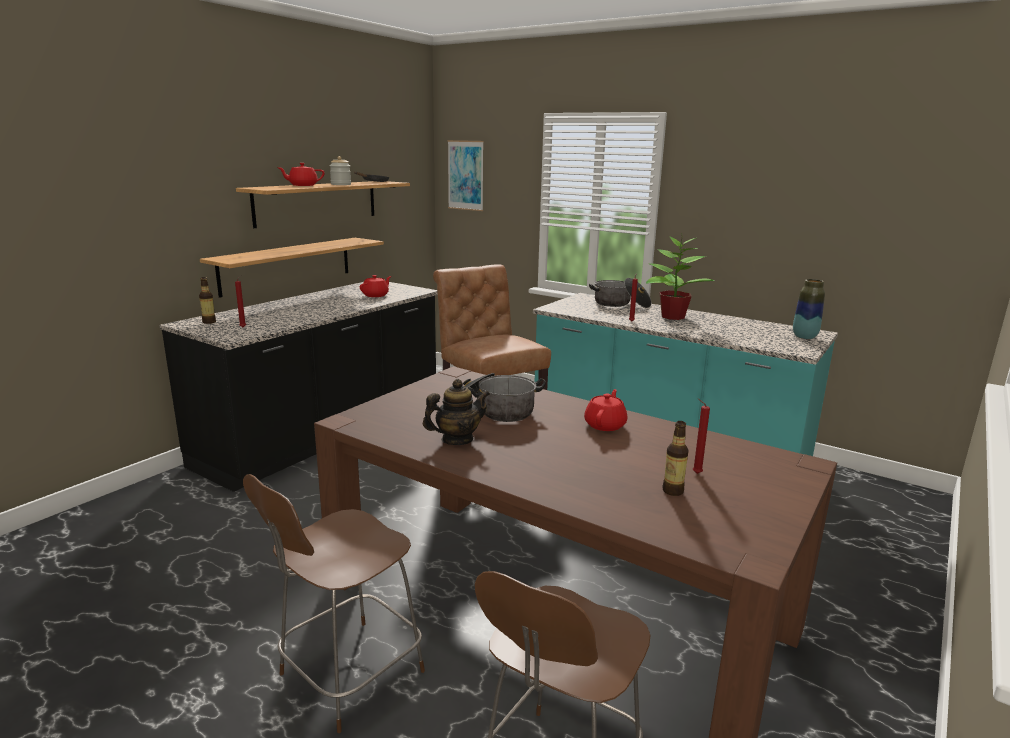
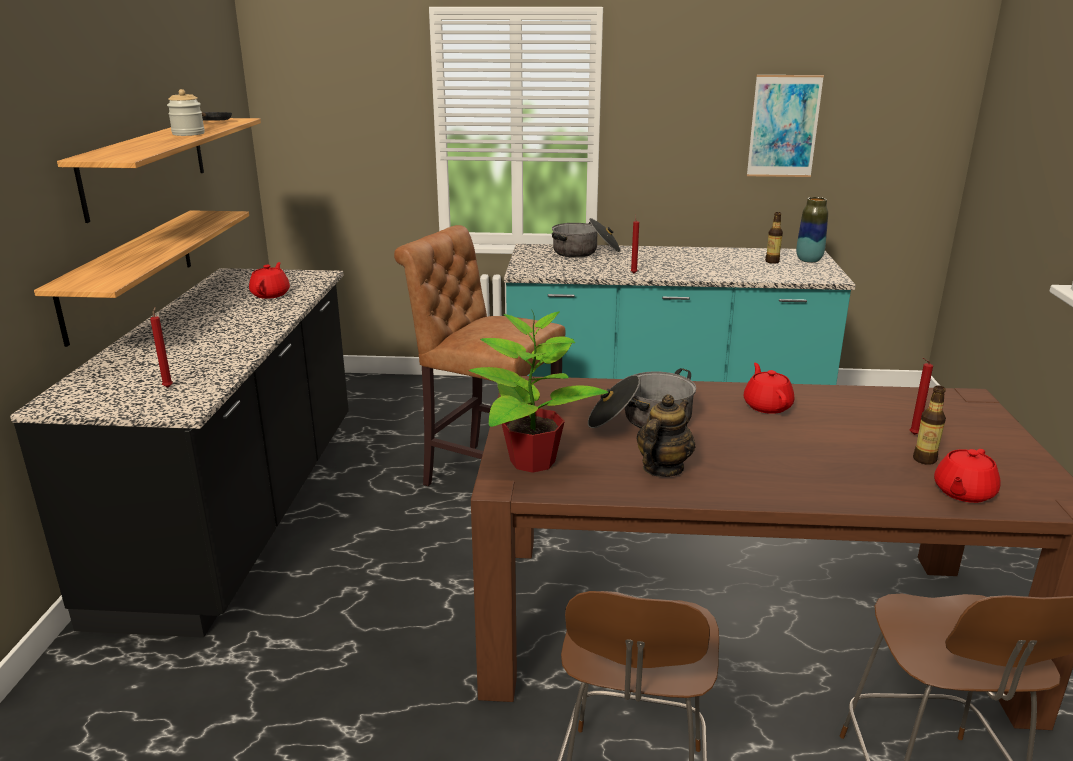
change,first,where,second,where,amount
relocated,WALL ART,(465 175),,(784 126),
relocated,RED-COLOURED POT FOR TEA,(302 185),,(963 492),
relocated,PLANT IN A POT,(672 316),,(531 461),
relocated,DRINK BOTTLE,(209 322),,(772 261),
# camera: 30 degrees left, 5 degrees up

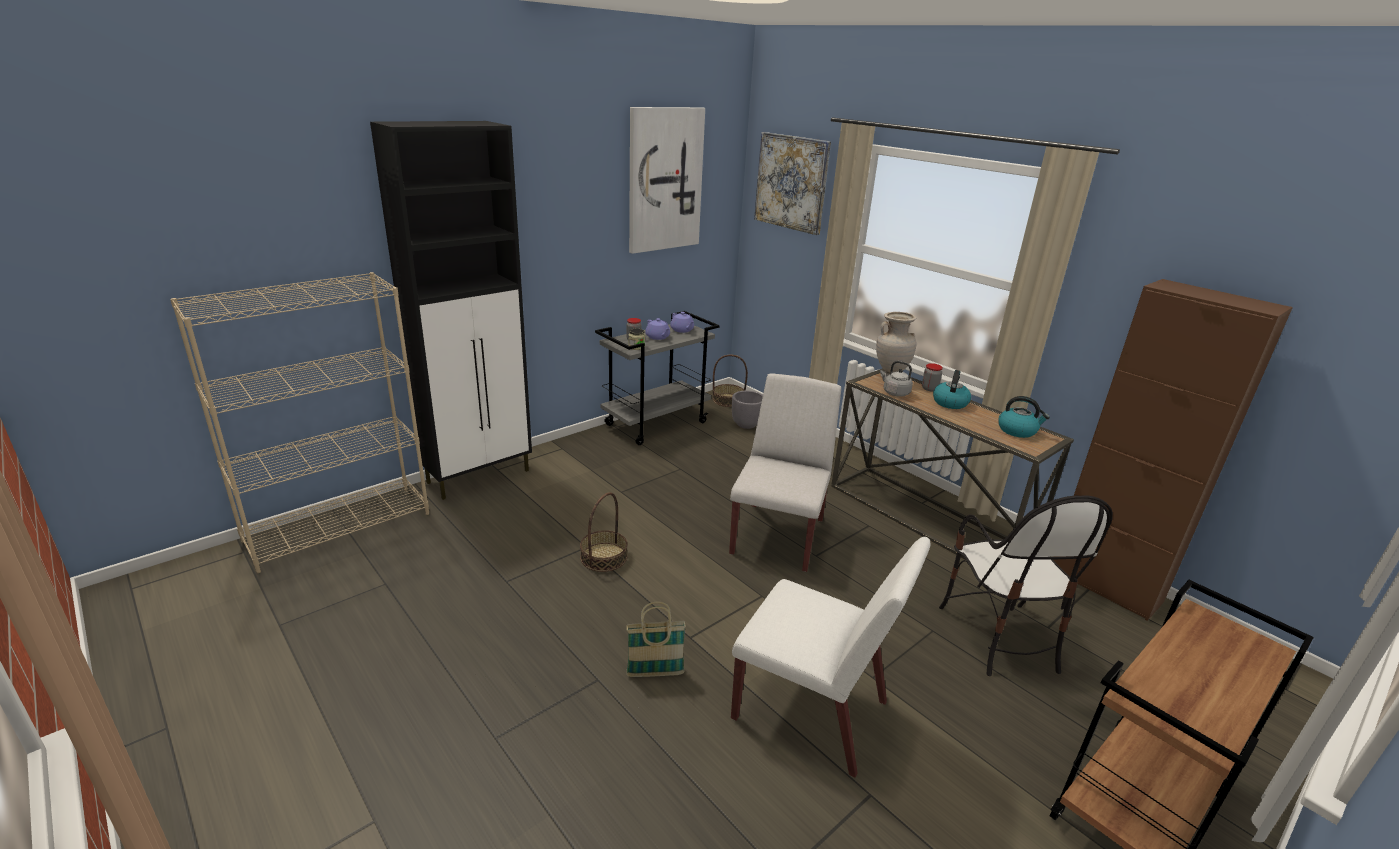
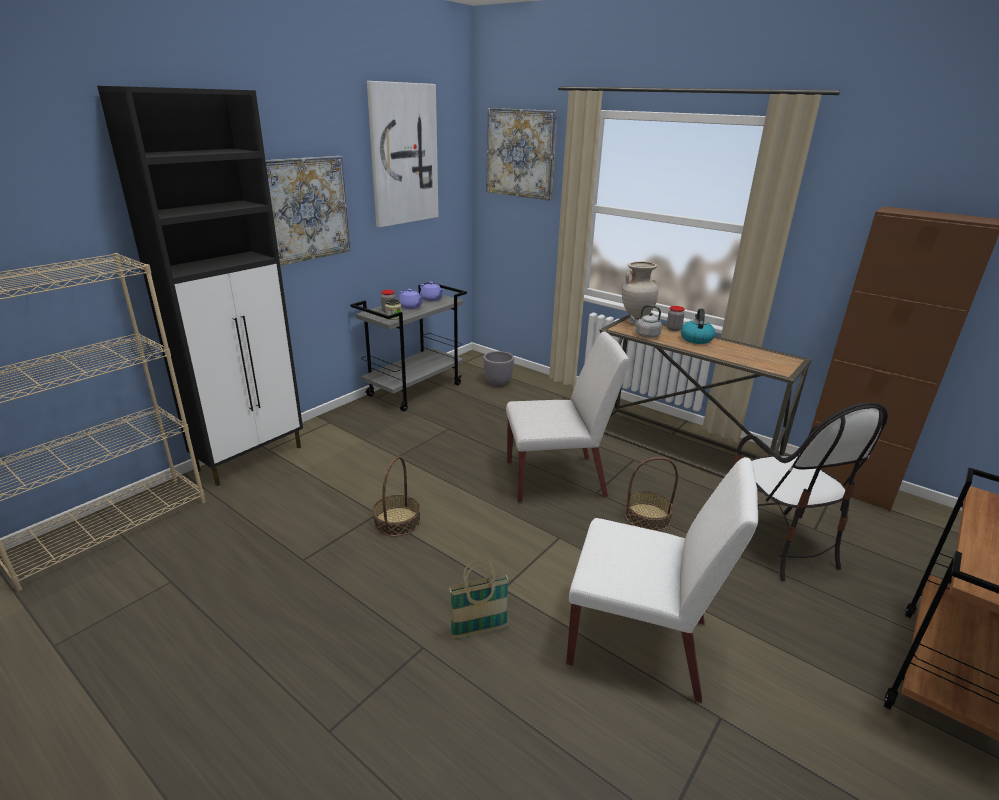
change,first,where,second,where,amount
relocated,BASKET,(728 400),,(647 517),
spun,WHITISH UPRIGHT CHAIR,(778 535),,(556 479),75 degrees clockwise
missing,TEA KETTLE,(1017 430),,,
appeared,,,WALL ART,(304 209),
# camera: 10 degrees left, 0 degrees up

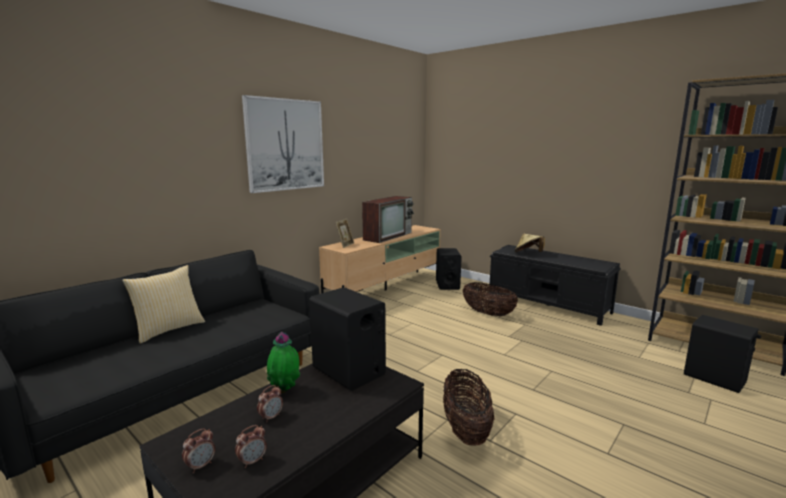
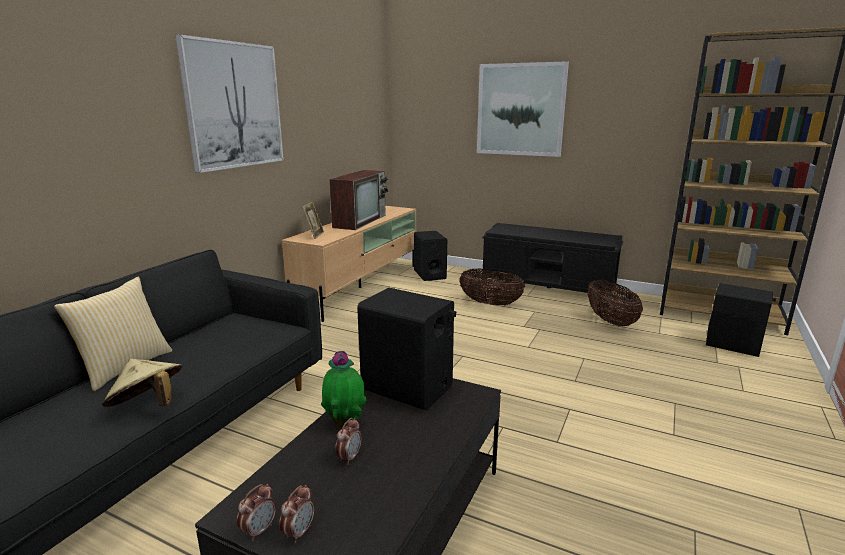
change,first,where,second,where,amount
relocated,BEIGE-COLOURED HAT,(528 254),,(148 406),
relocated,BASKET,(466 429),,(610 321),
relocated,ALARM CLOCK,(252 461),,(259 530),
appeared,,,WALL ART,(520 110),
# camera: 15 degrees left, 5 degrees up

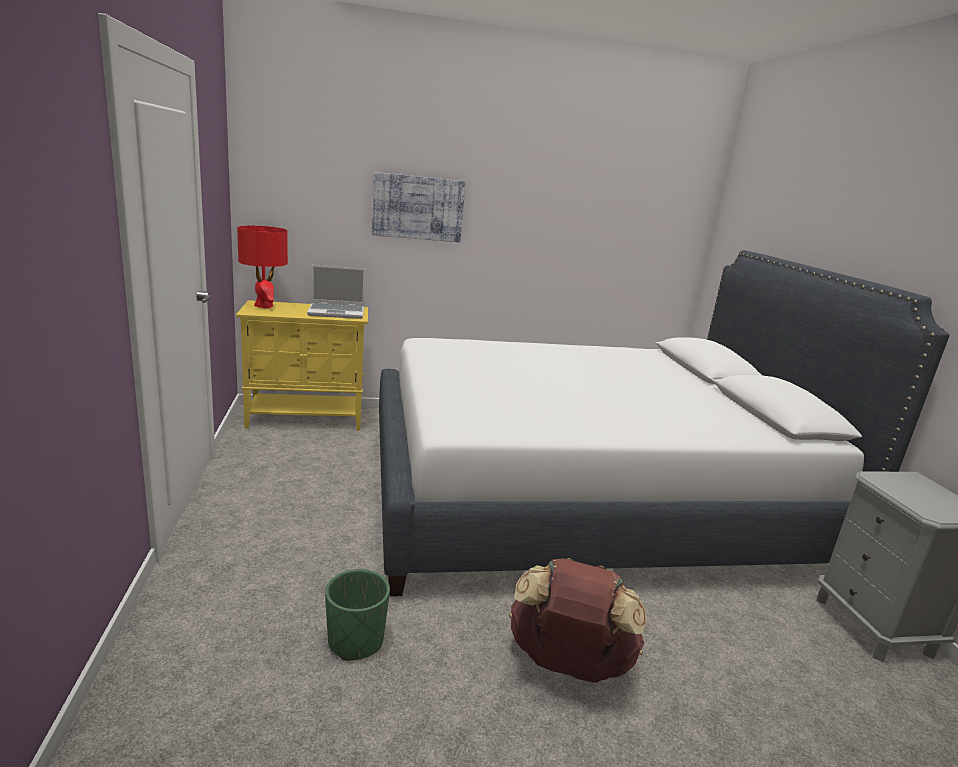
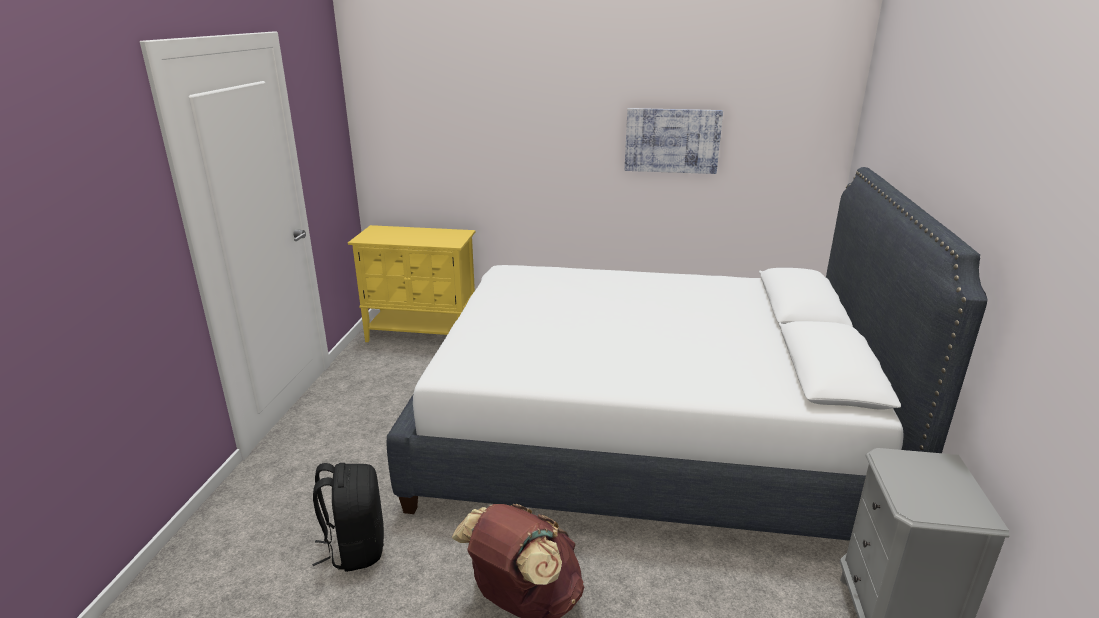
change,first,where,second,where,amount
relocated,WALL ART,(418 208),,(672 140),
missing,RED-COLOURED LAMP FOR A TABLE,(264 306),,,
missing,LAPTOP,(337 312),,,
exchanged,GREEN-COLOURED PLANT POT,(355 641),BLACK-COLOURED KNAPSACK,(355 548),
# camera: 20 degrees right, 5 degrees up

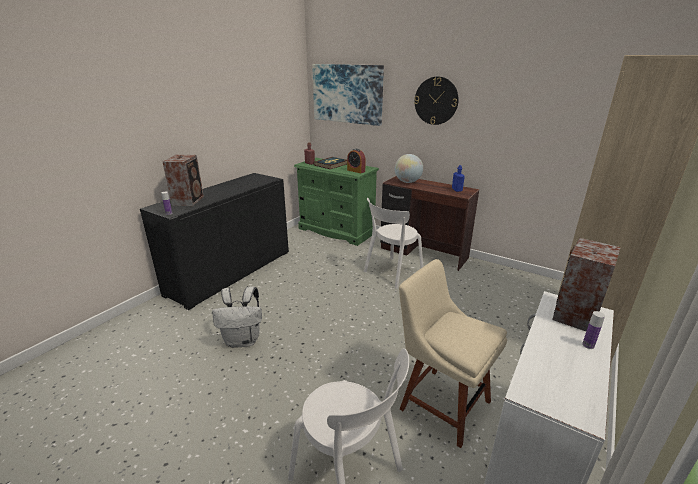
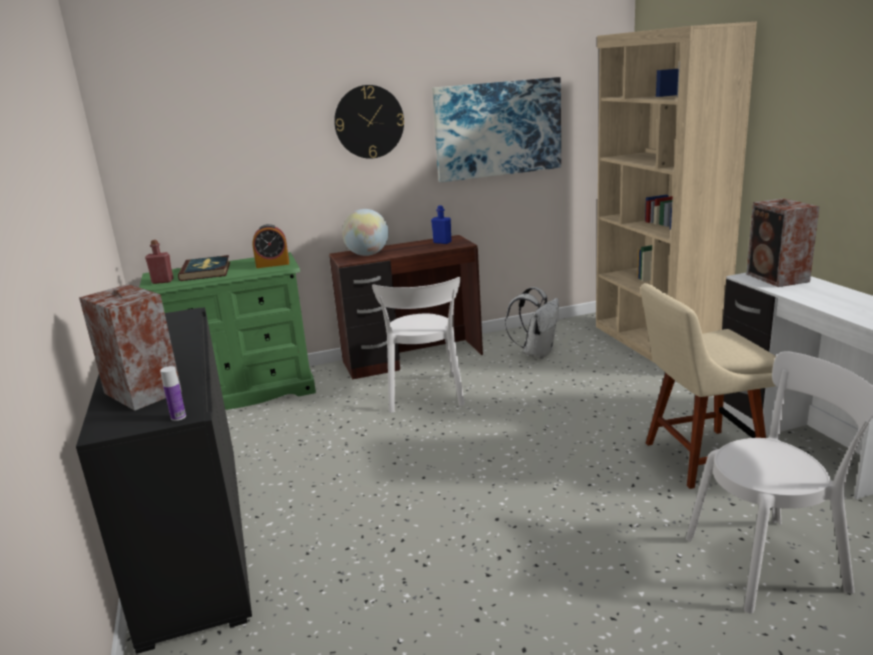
change,first,where,second,where,amount
relocated,WALL ART,(347 94),,(498 129),
relocated,WHITISH KNAPSACK,(243 340),,(537 353),
missing,DRINK BOTTLE,(588 345),,,
# camera: 50 degrees left, 5 degrees down

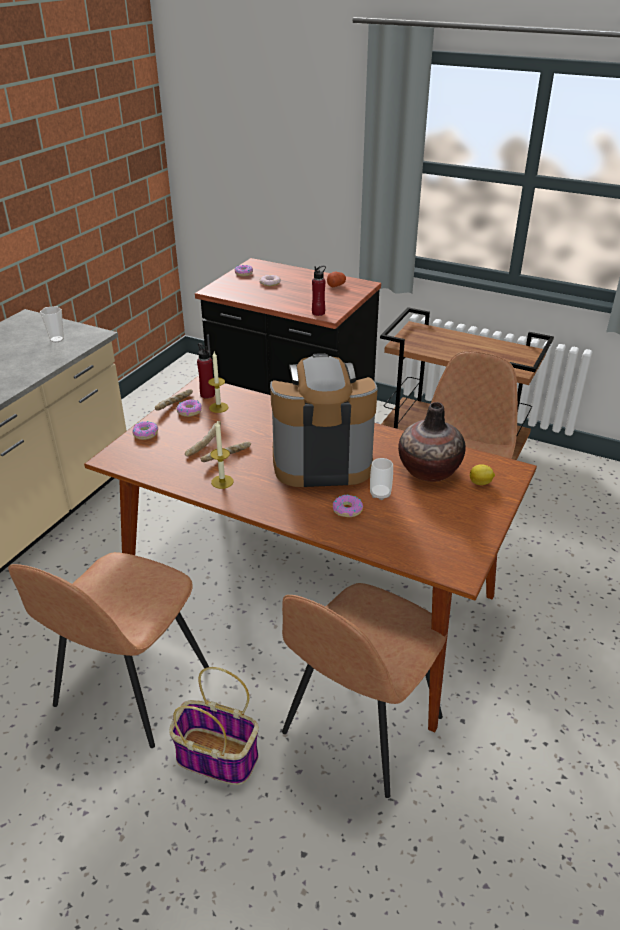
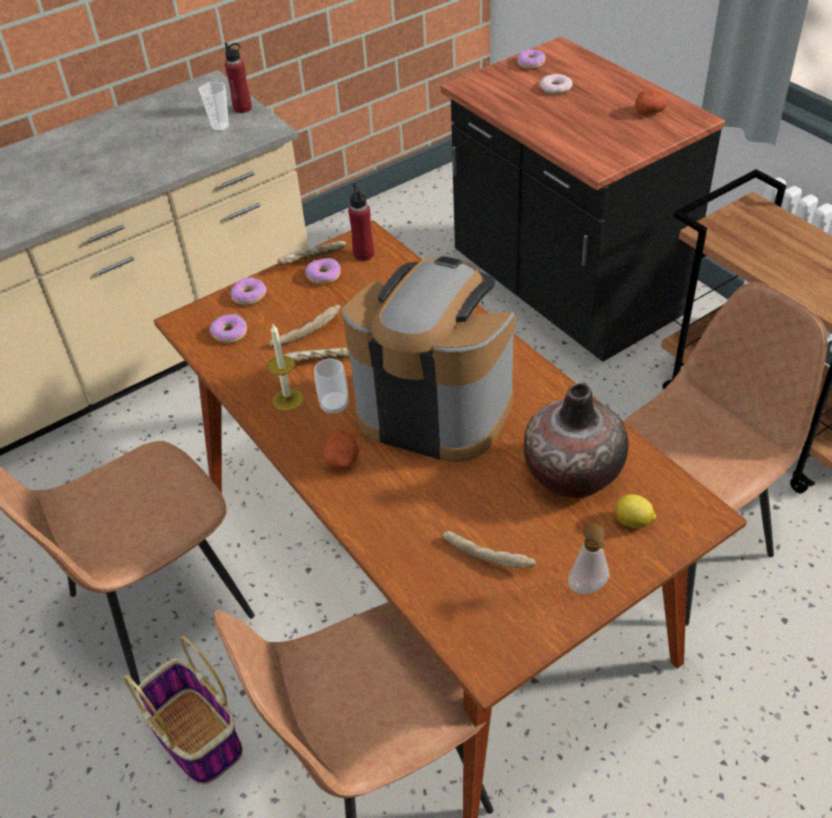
change,first,where,second,where,amount
relocated,RED-COLOURED DRINK BOTTLE,(318 313),,(242 108),
missing,CANDLE,(218 407),,,
relocated,CUP,(380 494),,(334 405),
relocated,DONUT,(347 510),,(229 333),
appeared,,,POTATO,(342 460),
appeared,,,LIQUID SOAP BOTTLE,(588 589),
appeared,,,BAKED BREAD,(488 555),
# camera: 30 degrees right, 10 degrees up

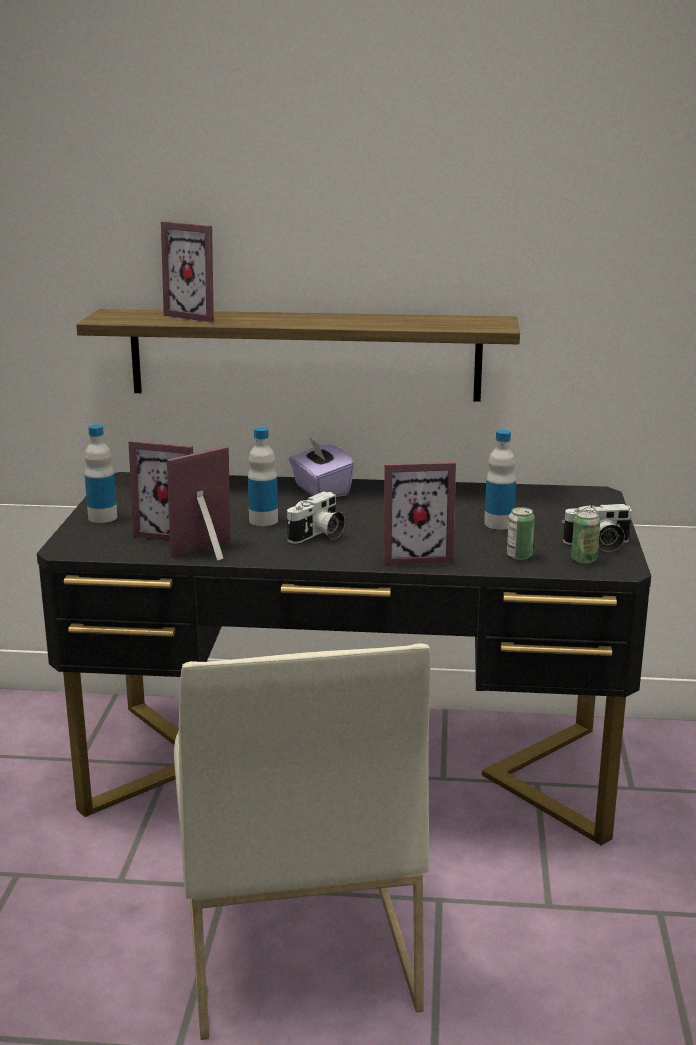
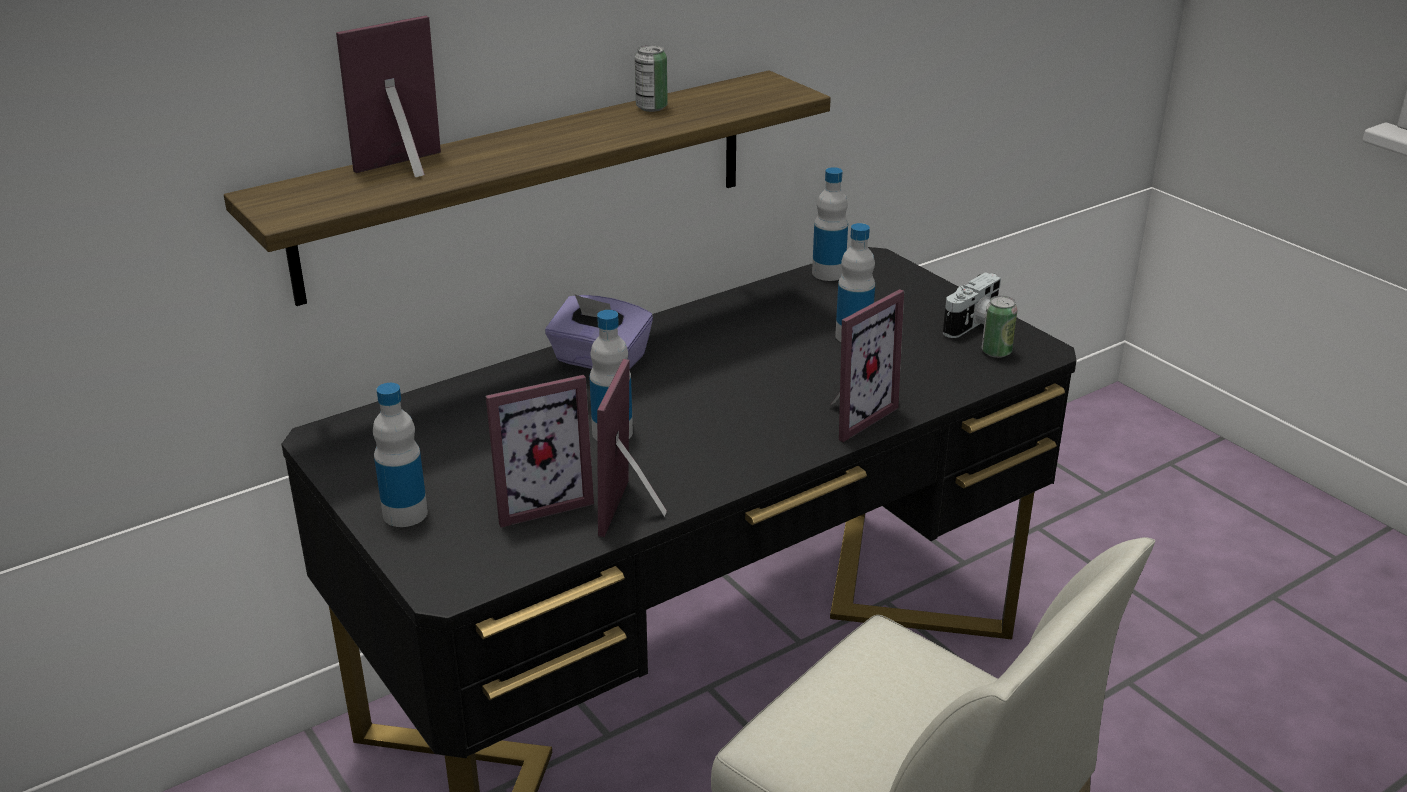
change,first,where,second,where,amount
spun,STANDING FRAME,(198 316),,(408 169),150 degrees clockwise
missing,PHOTO CAMERA,(318 536),,,
relocated,SEALED CAN,(519 556),,(651 107),
appeared,,,DRINK BOTTLE,(828 273),
# camera: 40 degrees left, 10 degrees up

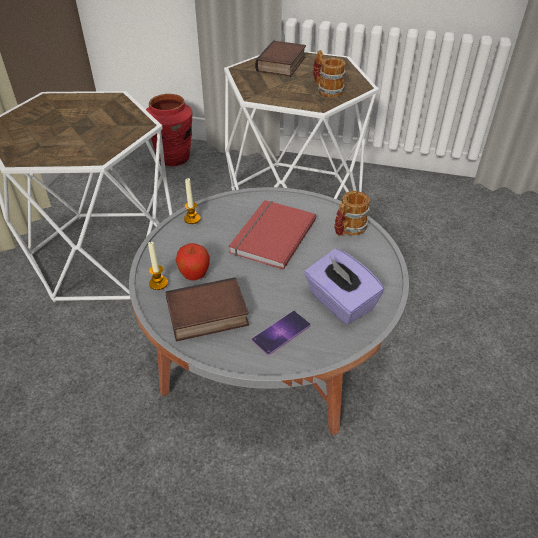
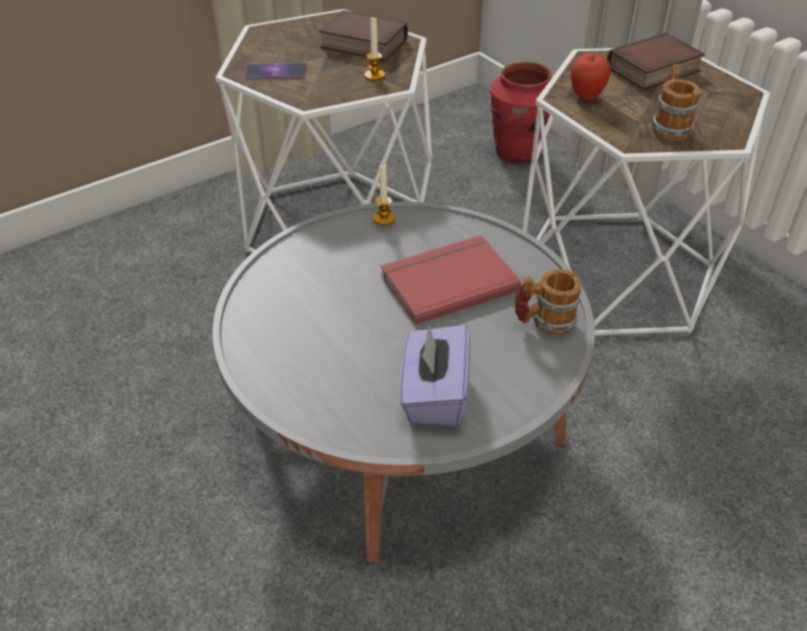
change,first,where,second,where,amount
relocated,CANDLE,(158 283),,(374 75),
relocated,APPLE,(194 276),,(586 96),
relocated,BOUND BOOK,(206 316),,(361 44),
relocated,TELEPHONE,(281 333),,(276 71),
# camera: 40 degrees right, 0 degrees up

